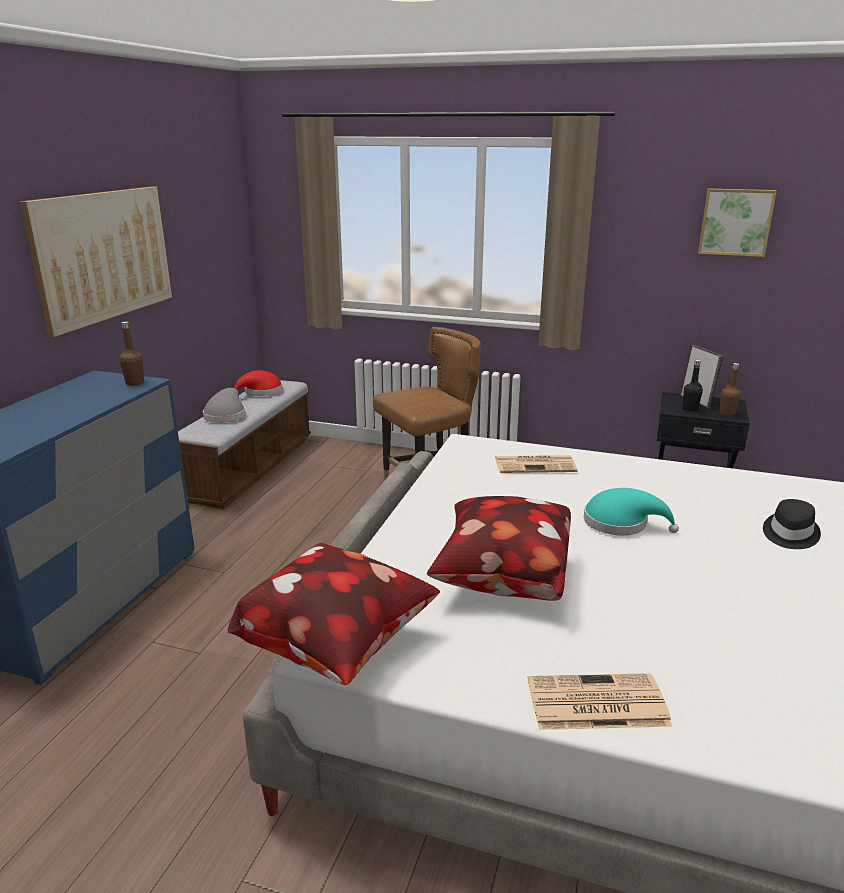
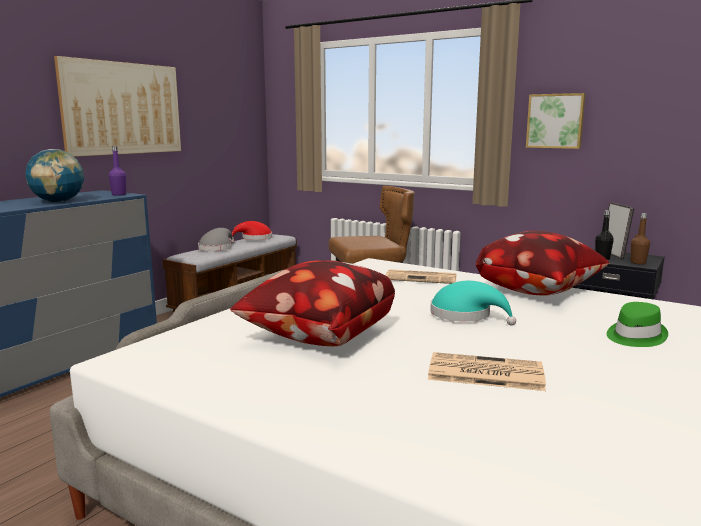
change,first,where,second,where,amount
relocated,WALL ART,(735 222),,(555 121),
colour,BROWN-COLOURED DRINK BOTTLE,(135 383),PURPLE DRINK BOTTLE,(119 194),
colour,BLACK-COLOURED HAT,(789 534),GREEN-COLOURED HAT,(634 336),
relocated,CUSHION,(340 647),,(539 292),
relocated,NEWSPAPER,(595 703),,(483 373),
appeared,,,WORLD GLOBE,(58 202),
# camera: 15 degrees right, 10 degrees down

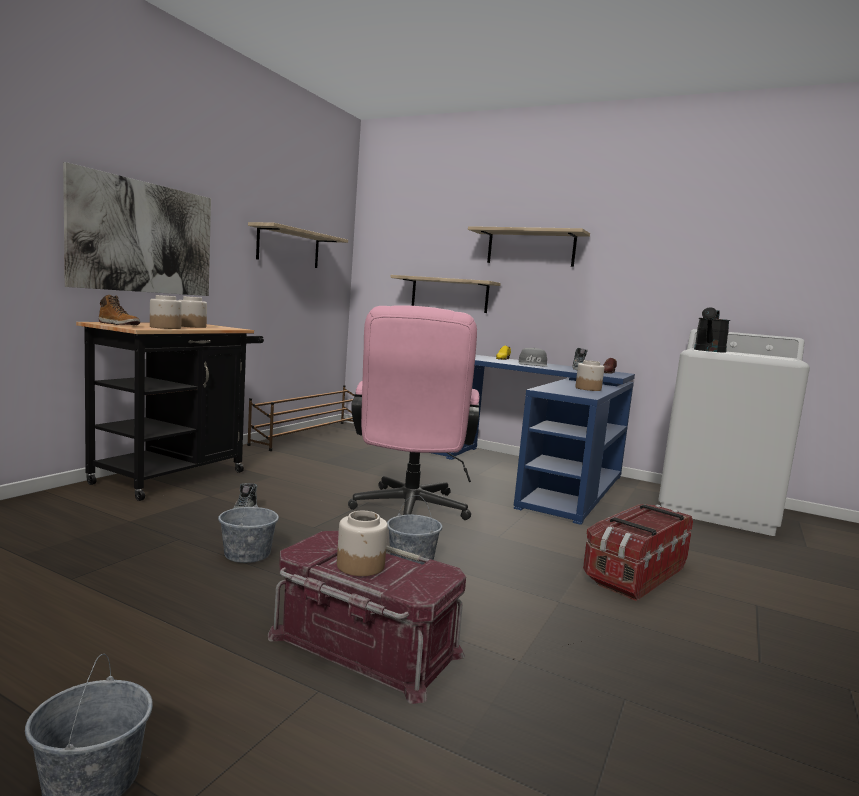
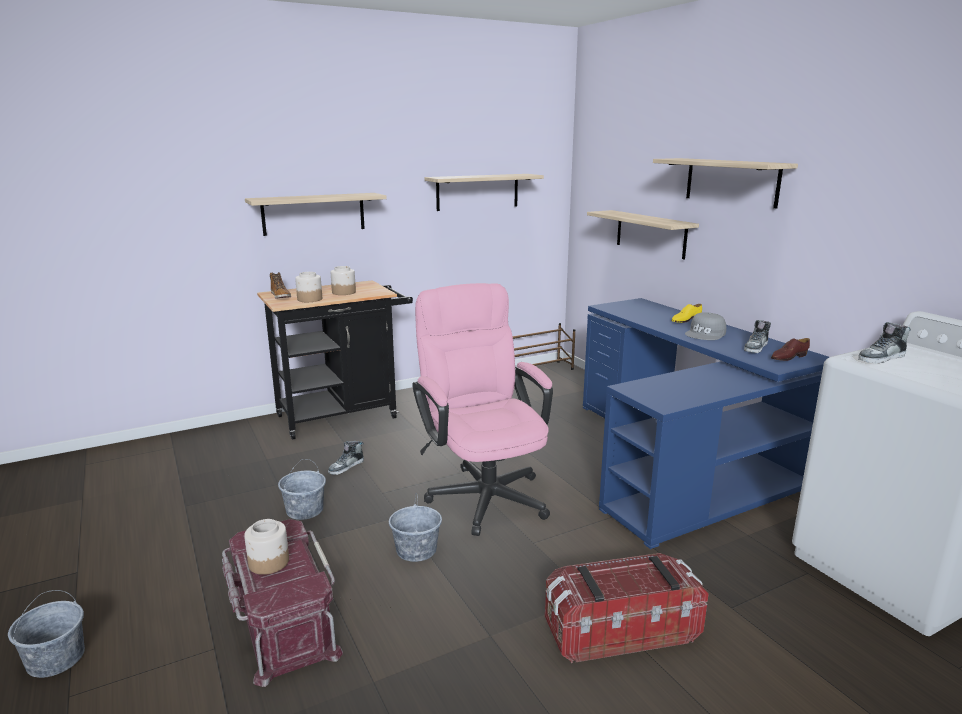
change,first,where,second,where,amount
exchanged,WALL ART,(144 237),SHELF,(314 213),
spun,PINKISH OFFICE CHAIR,(408 512),,(483 492),120 degrees clockwise
exchanged,BLACK-COLOURED WATERING POT,(709 351),ITEM OF FOOTWEAR,(881 358),
missing,JAR,(588 389),,,
# camera: 35 degrees right, 10 degrees up

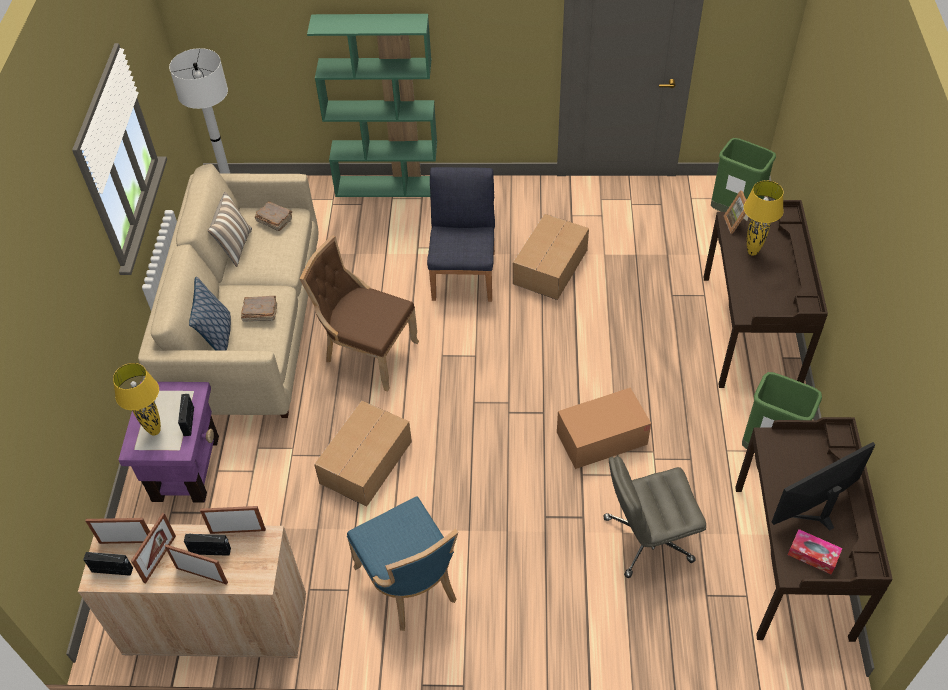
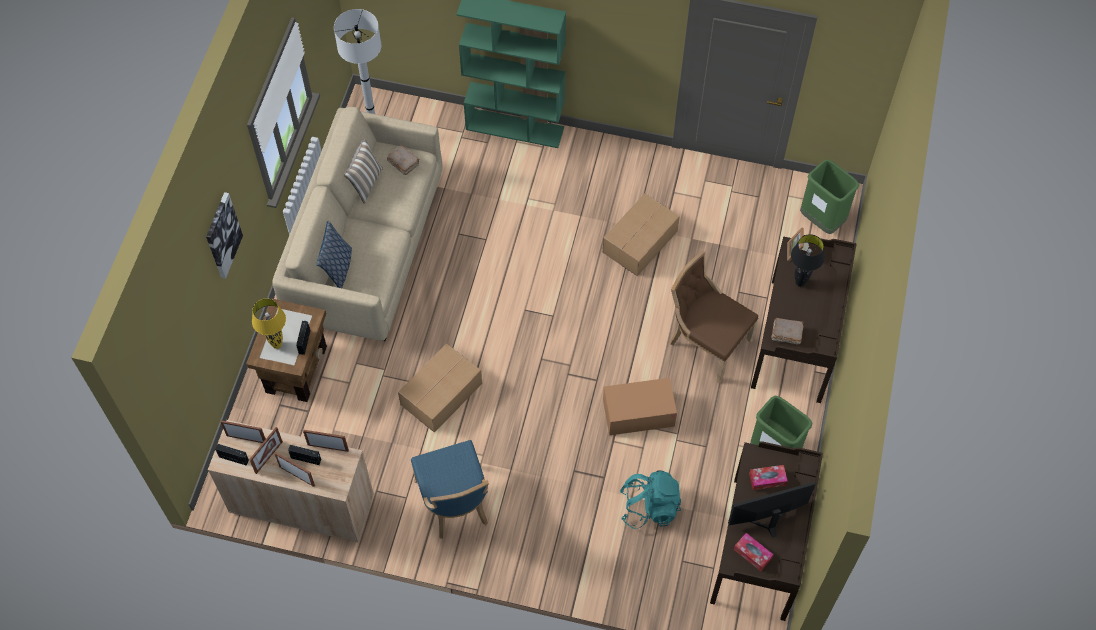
change,first,where,second,where,amount
missing,BLUE UPRIGHT CHAIR,(464 275),,,
colour,YELLOW-COLOURED LAMP FOR A TABLE,(752 252),BLACK-COLOURED LAMP FOR A TABLE,(800 282),
relocated,BROWN-COLOURED UPRIGHT CHAIR,(367 353),,(706 342),
relocated,BROWN-COLOURED BOUND BOOK,(260 313),,(786 334),
colour,PURPLE END TABLE,(187 468),BROWN-COLOURED END TABLE,(297 369),
exchanged,GREYISH OFFICE CHAIR,(647 540),TURQUOISE-COLOURED KNAPSACK,(649 507),
appeared,,,WALL ART,(222 235),
appeared,,,BOX OF TISSUES,(767 479),
# camera: 10 degrees right, 10 degrees up

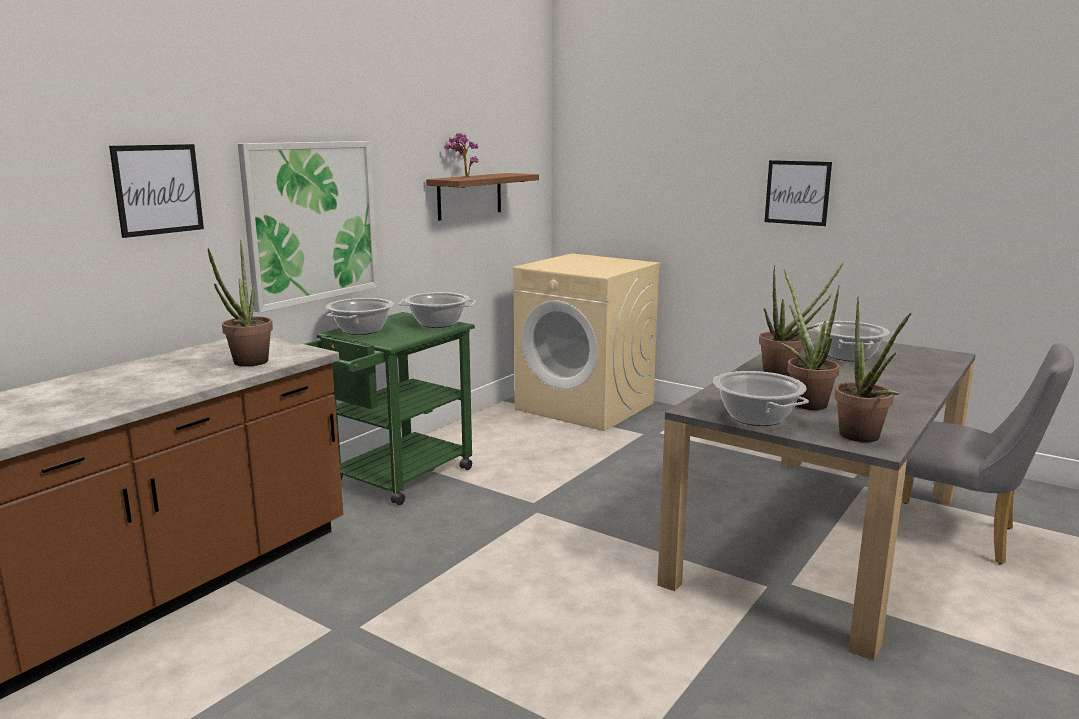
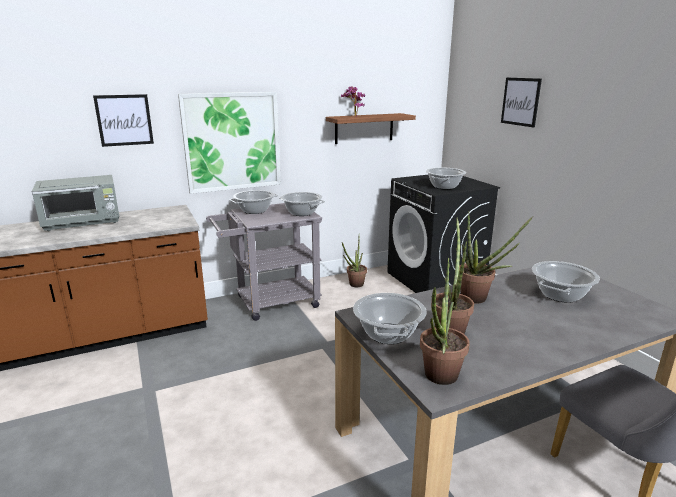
change,first,where,second,where,amount
relocated,WALL ART,(797 192),,(520 101),
relocated,PLANT IN A POT,(247 364),,(354 285),
colour,BEIGE-COLOURED LAUNDRY MACHINE,(586 406),BLACK-COLOURED LAUNDRY MACHINE,(435 280),
colour,GREEN-COLOURED TROLLEY,(393 479),GREYISH TROLLEY,(270 303),
appeared,,,STOCKPOT,(444 186),
appeared,,,GREYISH MICROWAVE OVEN,(83 223),
# camera: 30 degrees right, 5 degrees up

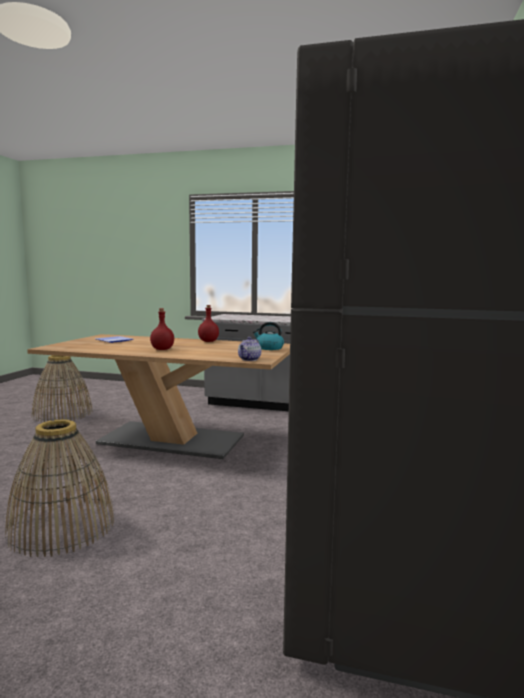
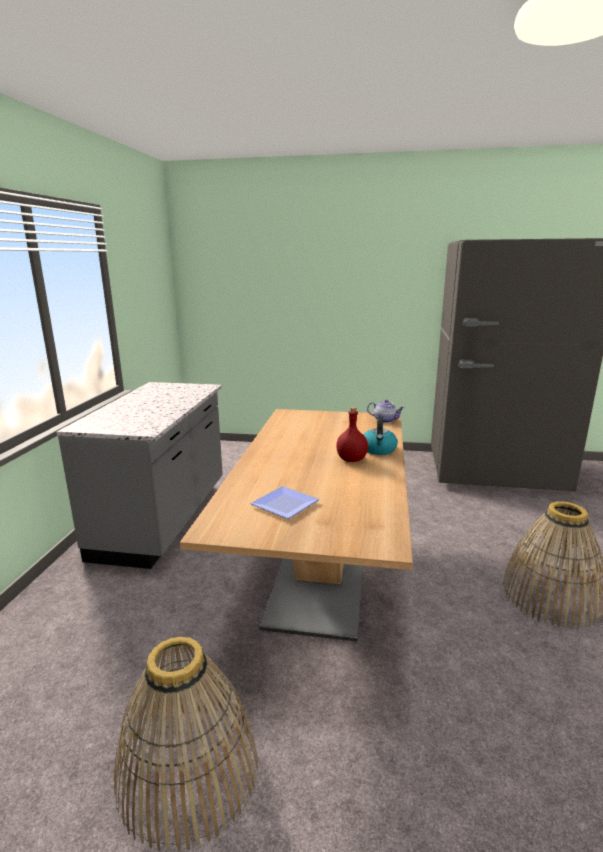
change,first,where,second,where,amount
missing,RED-COLOURED DRINK BOTTLE,(208 341),,,
relocated,TEA KETTLE,(269 348),,(378 450),
# camera: 95 degrees left, 10 degrees up

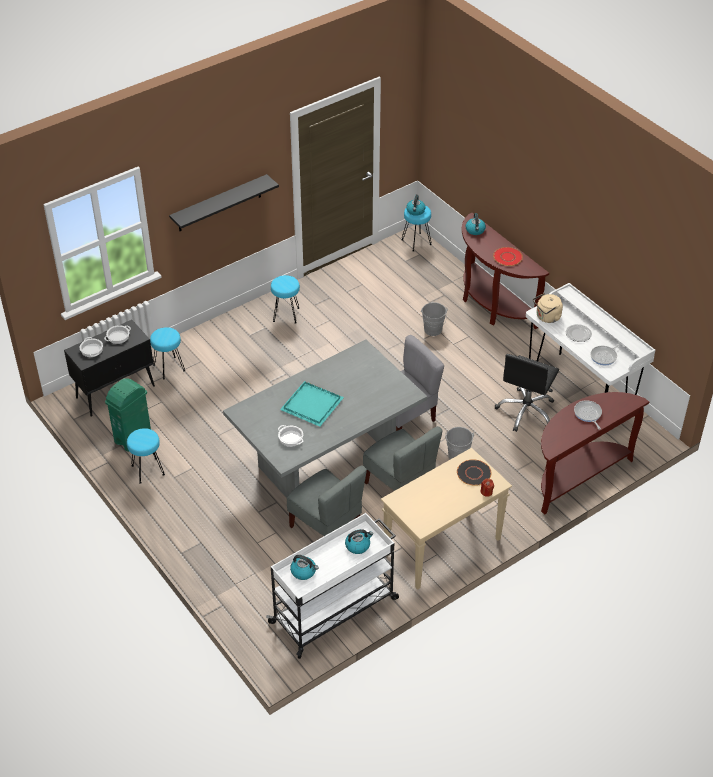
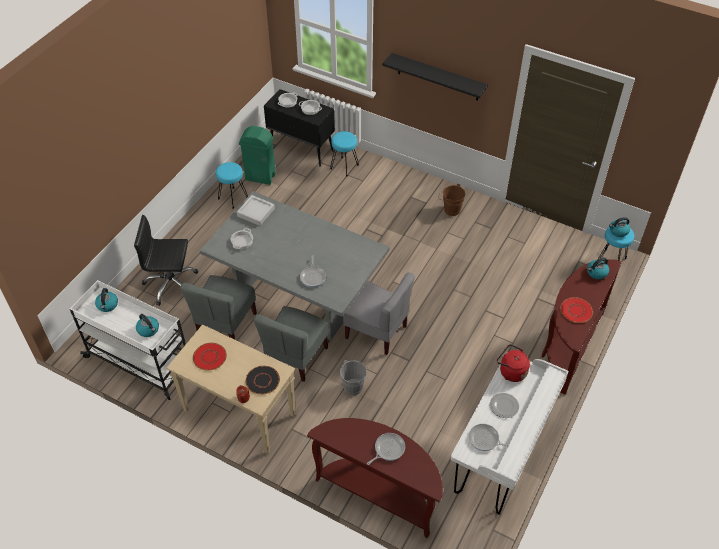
change,first,where,second,where,amount
exchanged,TURQUOISE-COLOURED STOOL SEAT,(286 315),BROWN-COLOURED WATER BUCKET,(450 209),
colour,BEIGE-COLOURED TEA KETTLE,(547 317),RED-COLOURED TEA KETTLE,(511 371),
missing,GREYISH WATER BUCKET,(433 331),,,
relocated,BLACK-COLOURED OFFICE CHAIR,(526 411),,(171 284),
missing,TURQUOISE-COLOURED SERVING TRAY,(310 405),,,
appeared,,,GREYISH SERVING TRAY,(256 212),
appeared,,,PAN,(313 276),
appeared,,,RED-COLOURED FLAT DISH,(210 357),
# camera: 65 degrees right, 5 degrees up

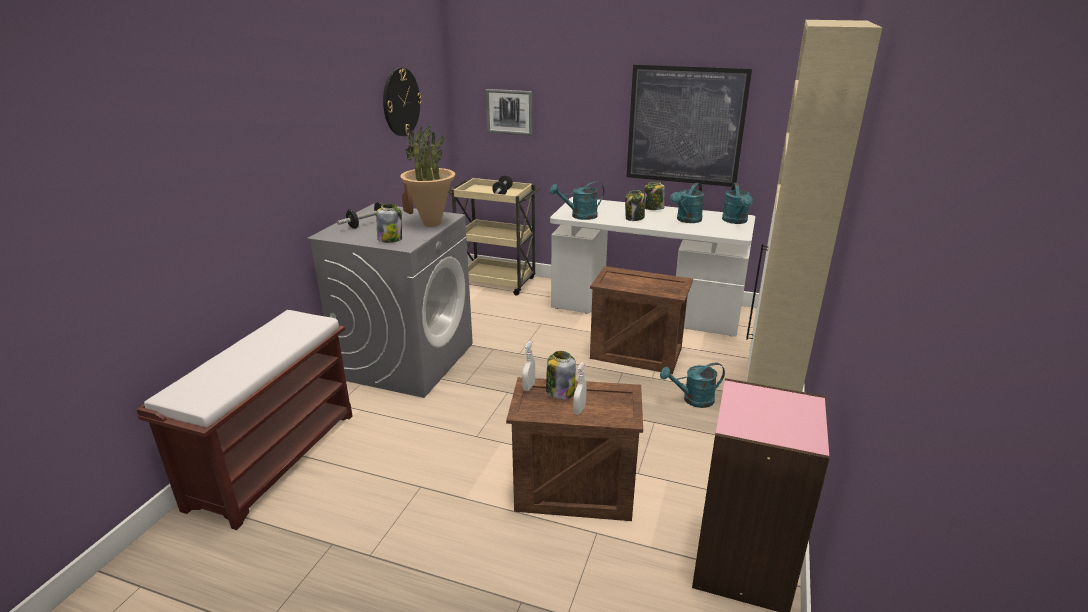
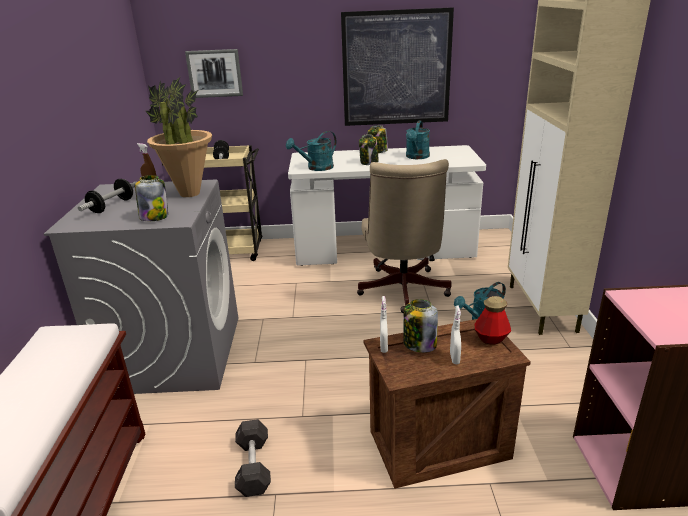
change,first,where,second,where,amount
missing,CLOCK ON THE WALL,(401 102),,,
missing,TURQUOISE-COLOURED WATERING POT,(736 221),,,
exchanged,CRATE,(635 354),BEIGE-COLOURED OFFICE CHAIR,(402 292),
appeared,,,DRINK BOTTLE,(491 338),
appeared,,,GREYISH HAND WEIGHT,(253 466),
# camera: 20 degrees left, 0 degrees up

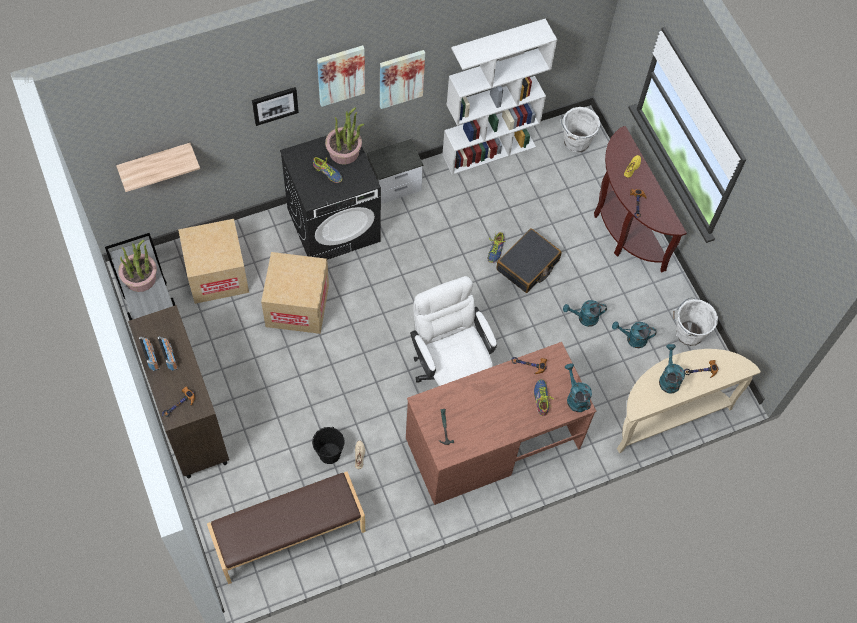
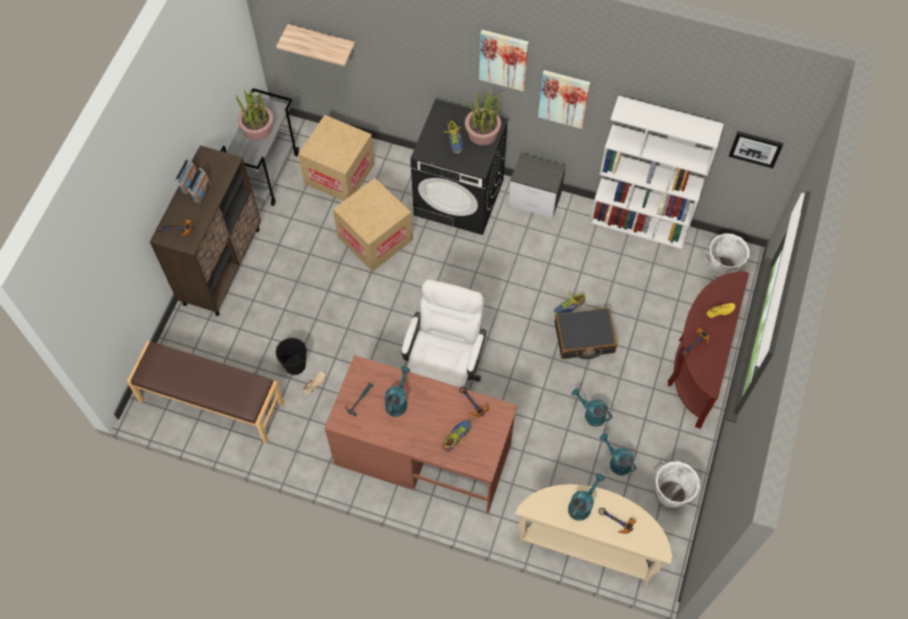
change,first,where,second,where,amount
relocated,WALL ART,(275 105),,(755 148),
relocated,TURQUOISE-COLOURED WATERING POT,(575 397),,(397 401),
# camera: 45 degrees right, 0 degrees up

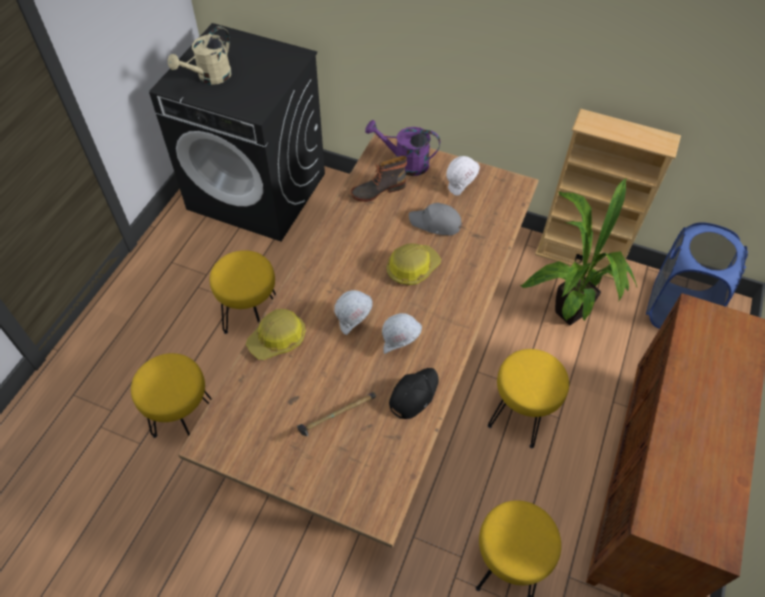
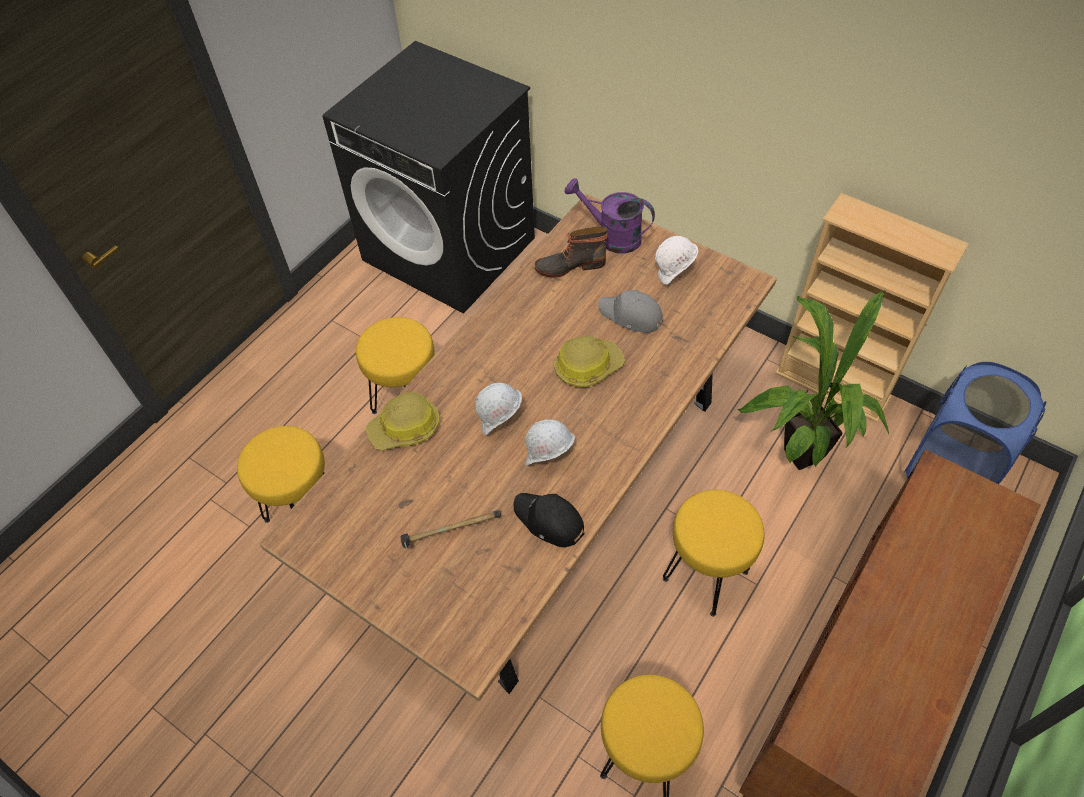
change,first,where,second,where,amount
missing,BEIGE-COLOURED WATERING POT,(210 77),,,
spun,BLACK-COLOURED BASEBALL CAP,(413 394),,(549 521),105 degrees counterclockwise
# camera: 15 degrees right, 0 degrees up

